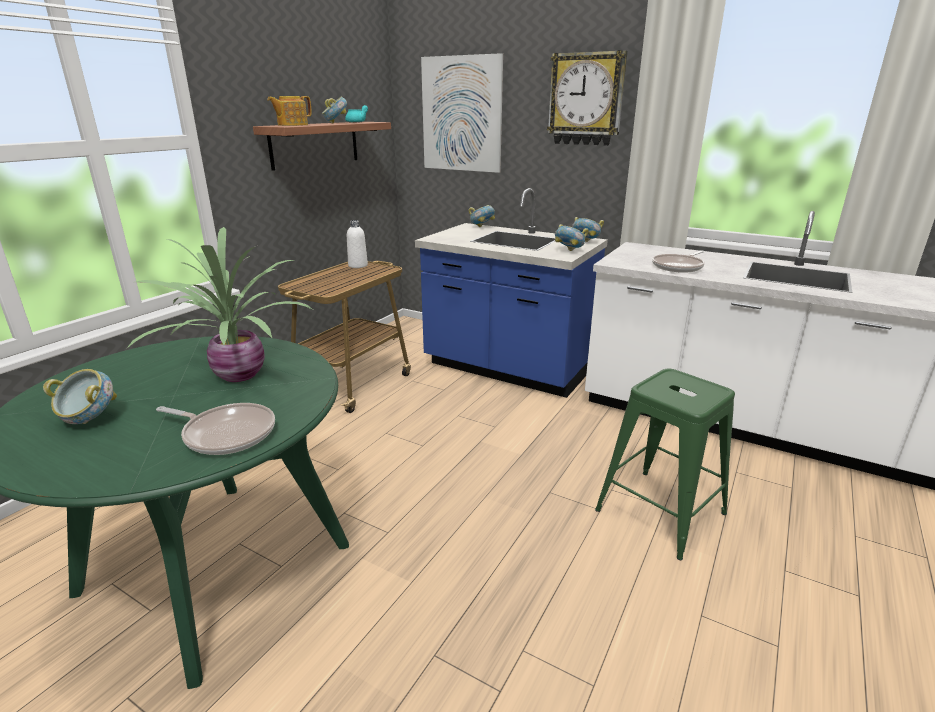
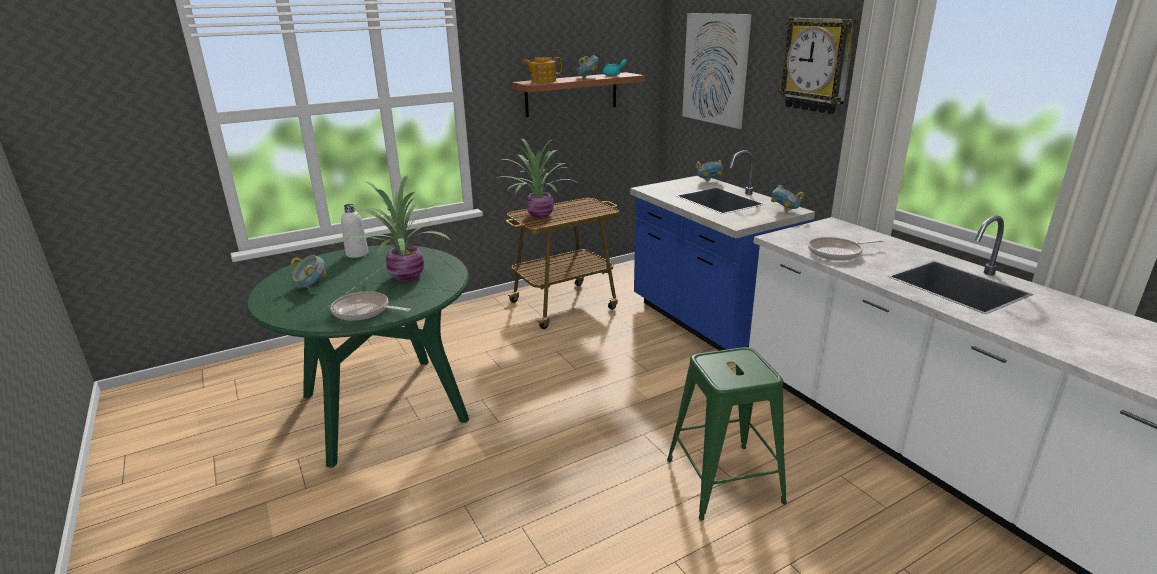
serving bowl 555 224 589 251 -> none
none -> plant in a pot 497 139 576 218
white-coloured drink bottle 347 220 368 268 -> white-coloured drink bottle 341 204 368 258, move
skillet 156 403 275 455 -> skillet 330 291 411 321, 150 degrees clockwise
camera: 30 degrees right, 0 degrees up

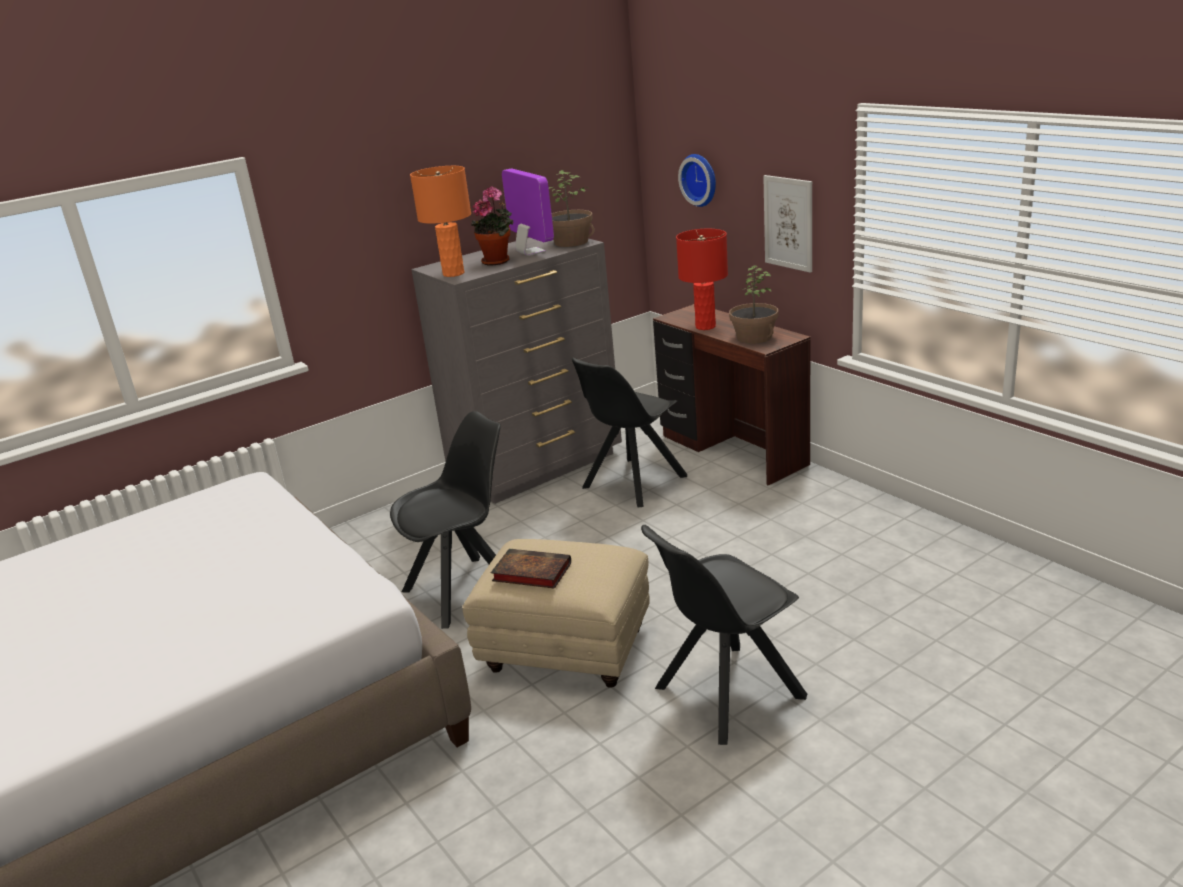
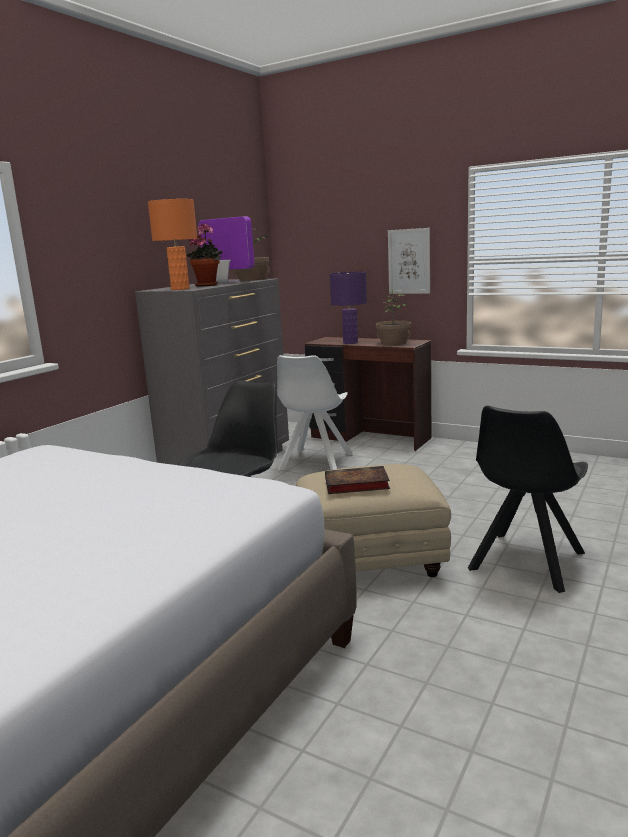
wall clock 678 154 716 207 -> none
blackish chair 572 358 687 508 -> white-coloured chair 277 355 353 471
reddish lamp for a table 676 229 728 330 -> purple lamp for a table 330 271 367 344
camera: 25 degrees left, 10 degrees down

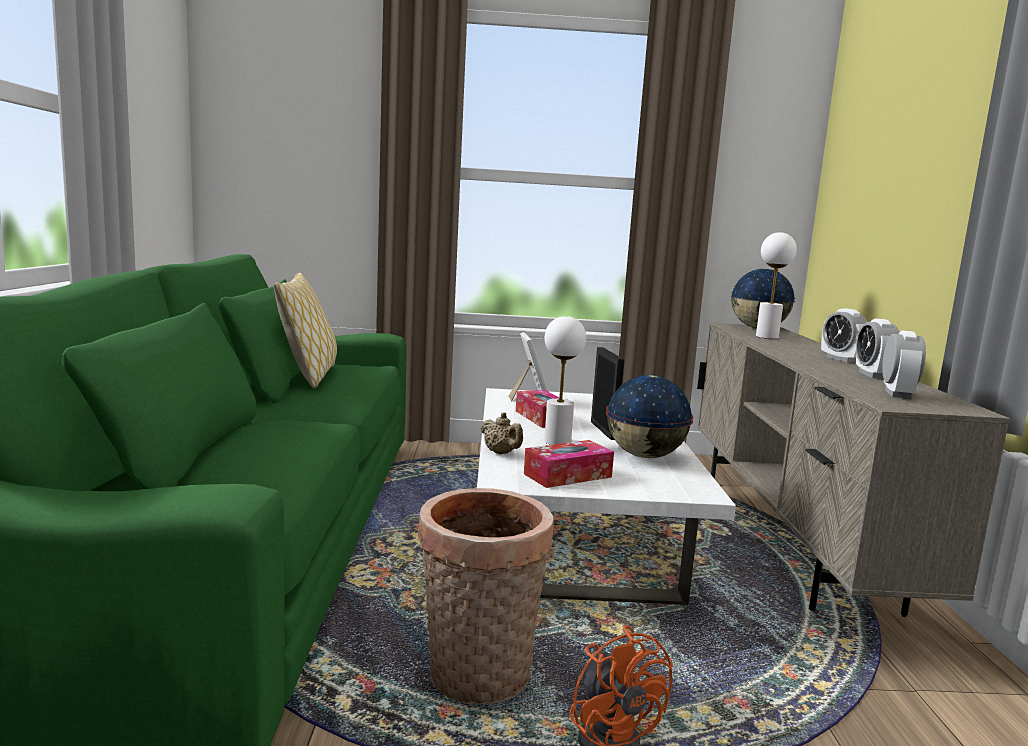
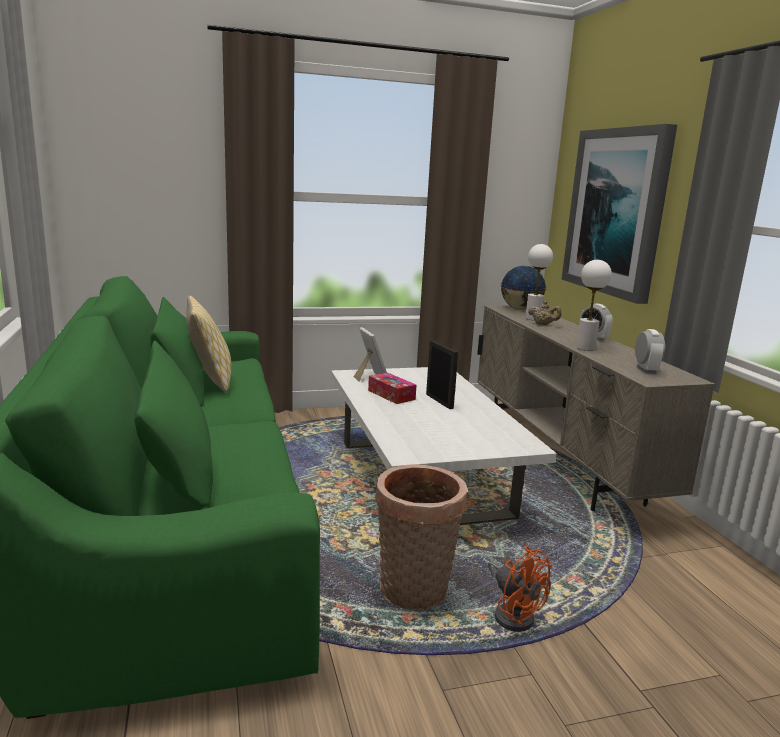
tissue box 524 440 614 488 -> none
world globe 606 375 693 458 -> none
bedside clock 856 319 900 379 -> none
none -> wall art 562 124 677 304
beige teapot 480 412 523 454 -> beige teapot 528 301 561 325, move
white-coloured lamp for a table 544 316 586 445 -> white-coloured lamp for a table 576 260 612 351, move
camera: 15 degrees left, 5 degrees up

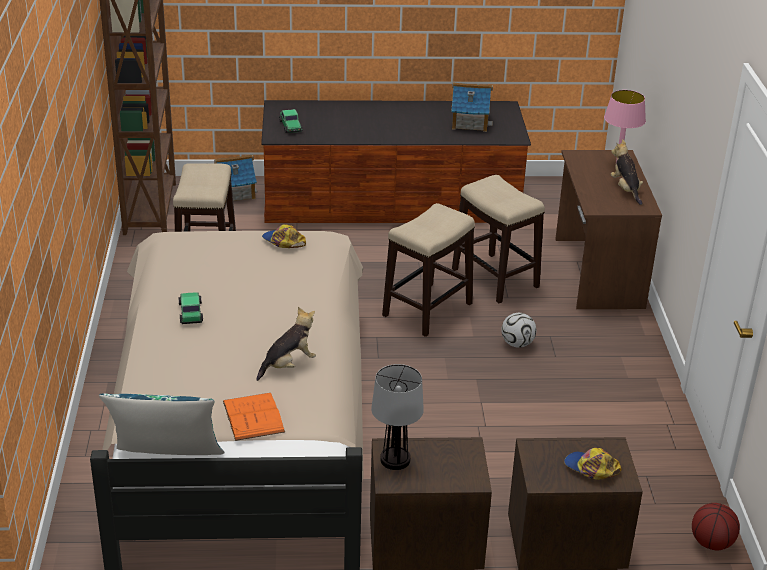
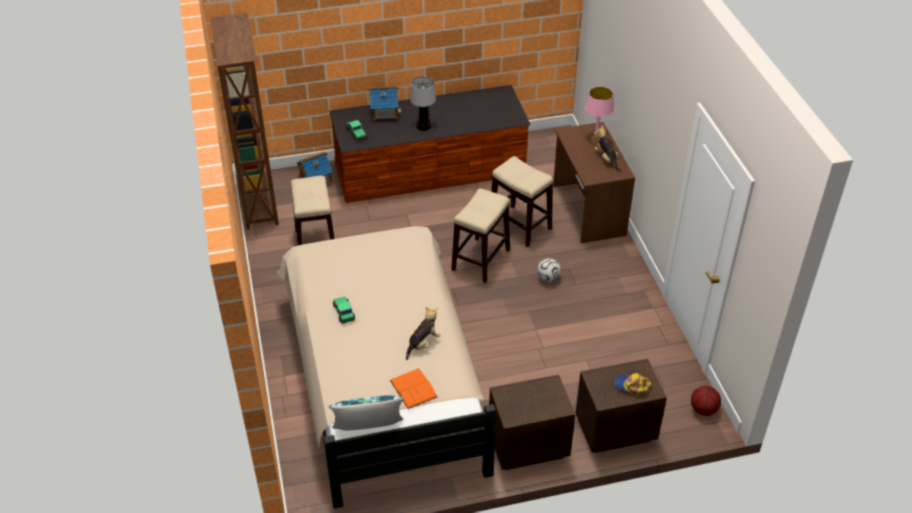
peaked cap 262 224 306 248 -> none
lamp for a table 371 364 424 470 -> lamp for a table 410 76 436 131, move
model house 451 82 493 132 -> model house 368 85 401 120, move
camera: 10 degrees left, 10 degrees up

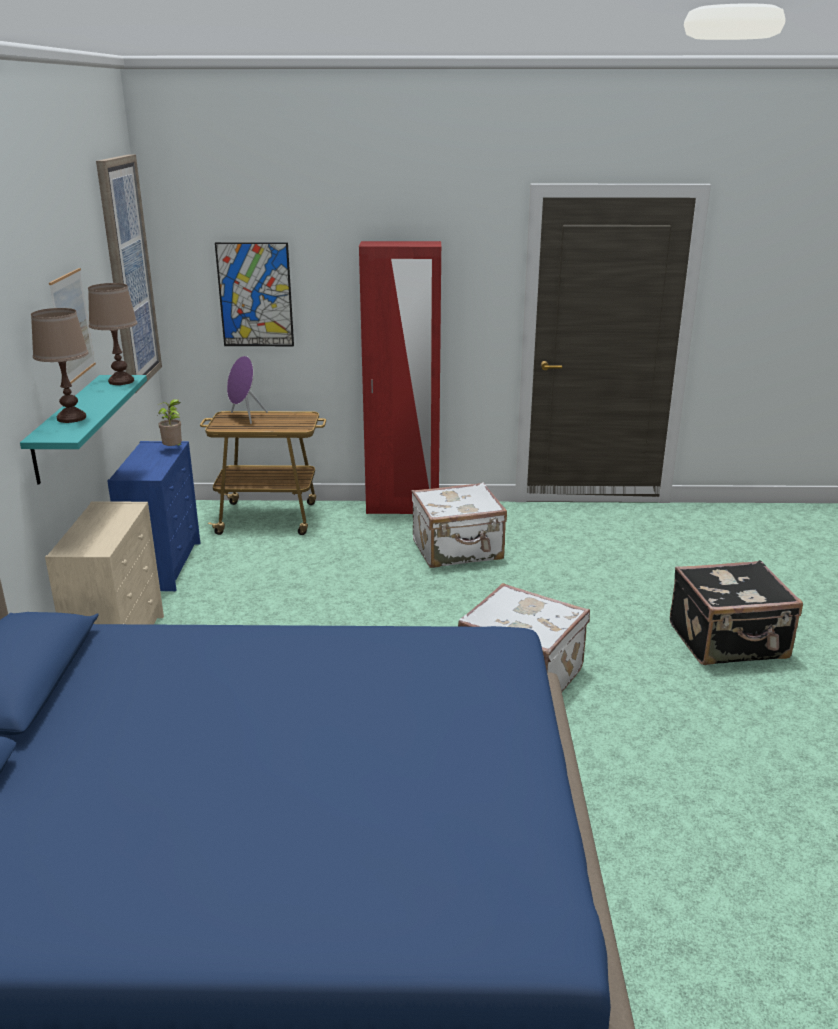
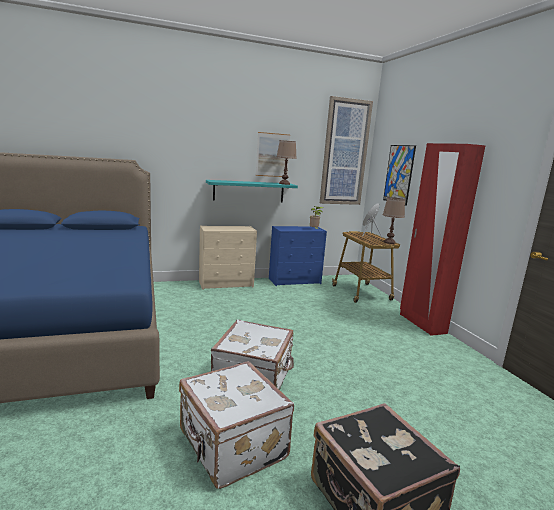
brown lamp for a table 31 308 89 423 -> brown lamp for a table 383 197 405 244, move
white-coloured suitcase 411 482 507 568 -> white-coloured suitcase 179 361 294 489, move
camera: 70 degrees right, 10 degrees down

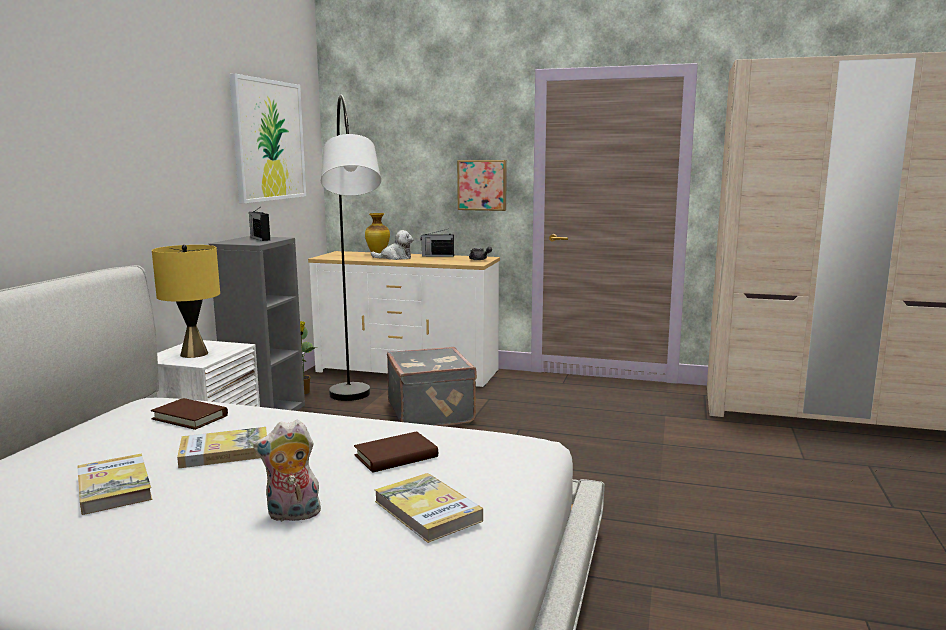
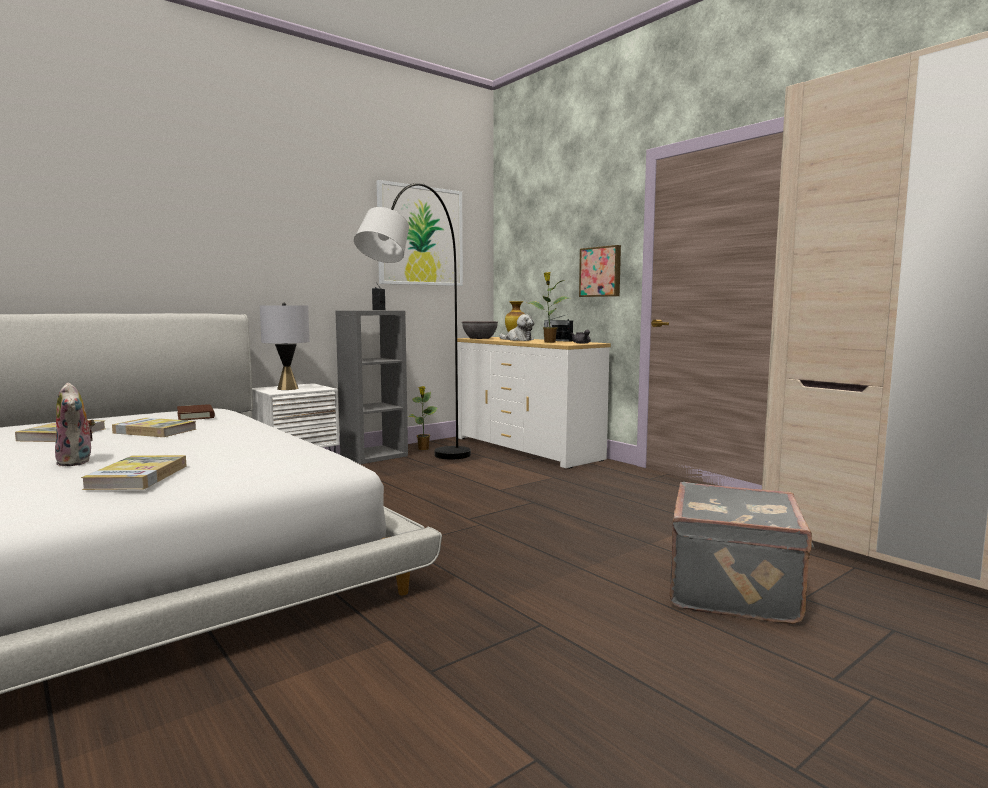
brown book 354 431 438 473 -> none
none -> grey serving bowl 462 321 498 339
none -> plant in a pot 529 272 568 343
grey suitcase 387 347 477 426 -> grey suitcase 670 482 814 624, move
yellowish lamp for a table 152 245 220 358 -> grey lamp for a table 260 303 310 390
cuddly toy 253 419 321 522 -> cuddly toy 55 382 95 466, 150 degrees counterclockwise
camera: 35 degrees right, 5 degrees down

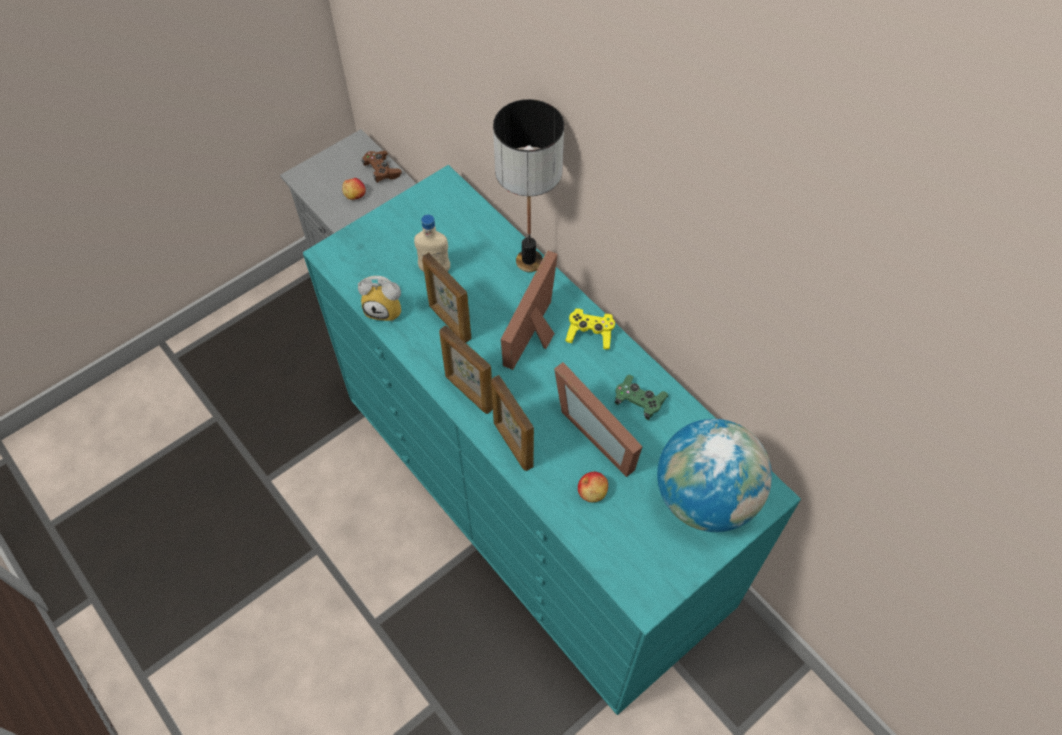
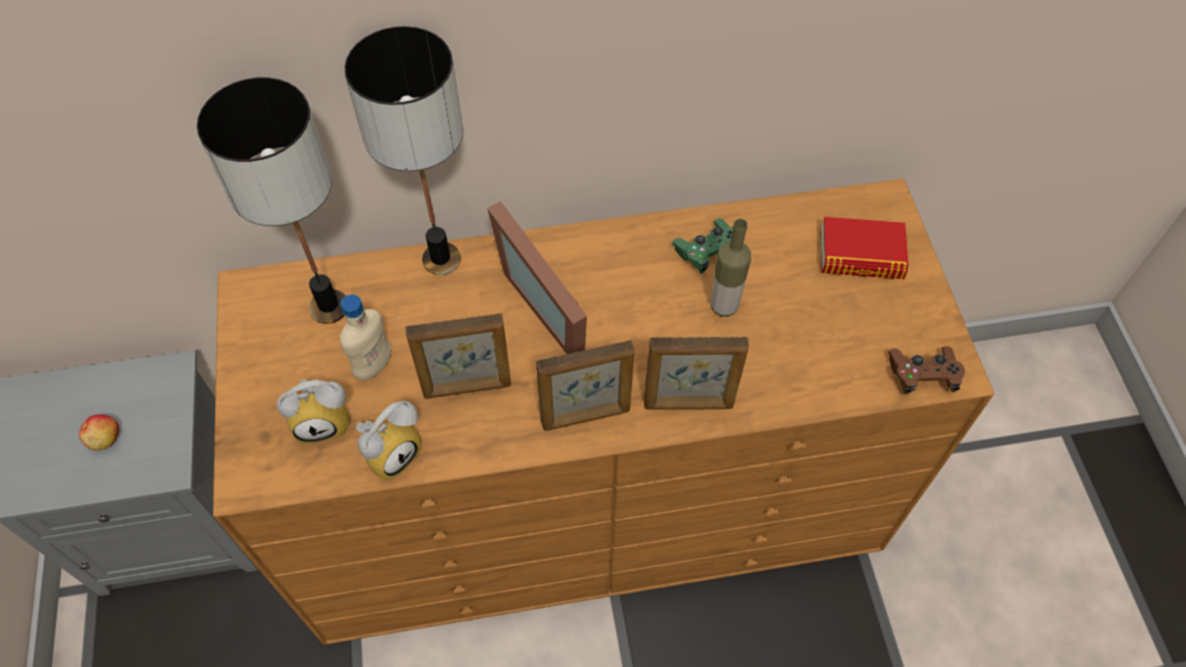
yellowish game controller 565 308 615 350 -> none
whole apple 578 472 608 502 -> none
none -> lamp for a table 197 77 345 324
none -> bedside clock 277 380 350 444
brown game controller 361 151 402 183 -> brown game controller 888 346 965 394, move
picture frame 554 362 643 477 -> drink bottle 711 219 751 317
world globe 657 419 772 532 -> book 820 217 909 279
blue-green chest of drawers 303 165 801 715 -> brown chest of drawers 213 179 994 645
camera: 60 degrees left, 0 degrees up

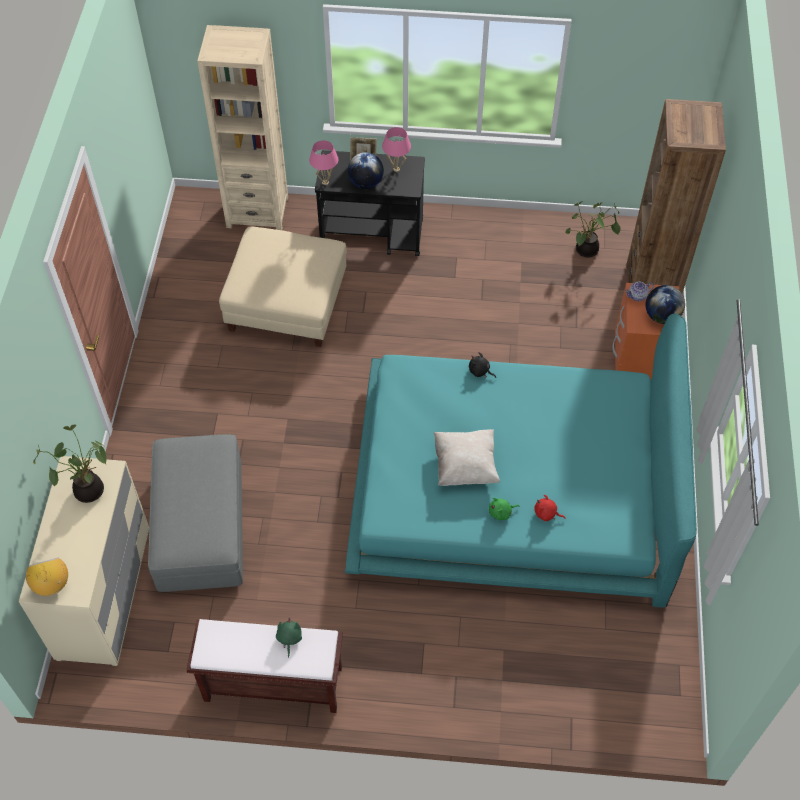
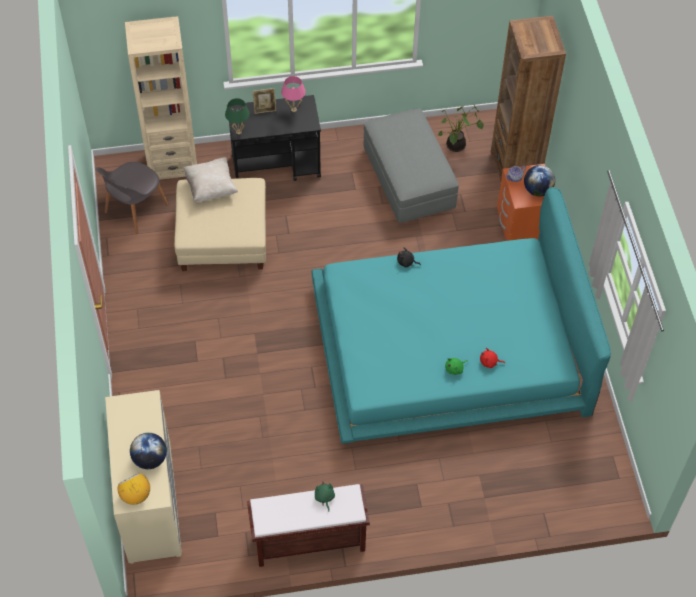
plant in a pot 33 424 107 503 -> none
none -> grey chair 95 162 168 234
grey footrest 148 434 243 592 -> grey footrest 364 108 459 223, move
world globe 348 152 384 189 -> world globe 130 433 167 469, move
beige throw pillow 434 429 500 486 -> beige throw pillow 183 157 238 202, move
pinkish lamp for a table 309 140 338 185 -> greenish lamp for a table 225 98 250 134
camera: 15 degrees left, 0 degrees up

